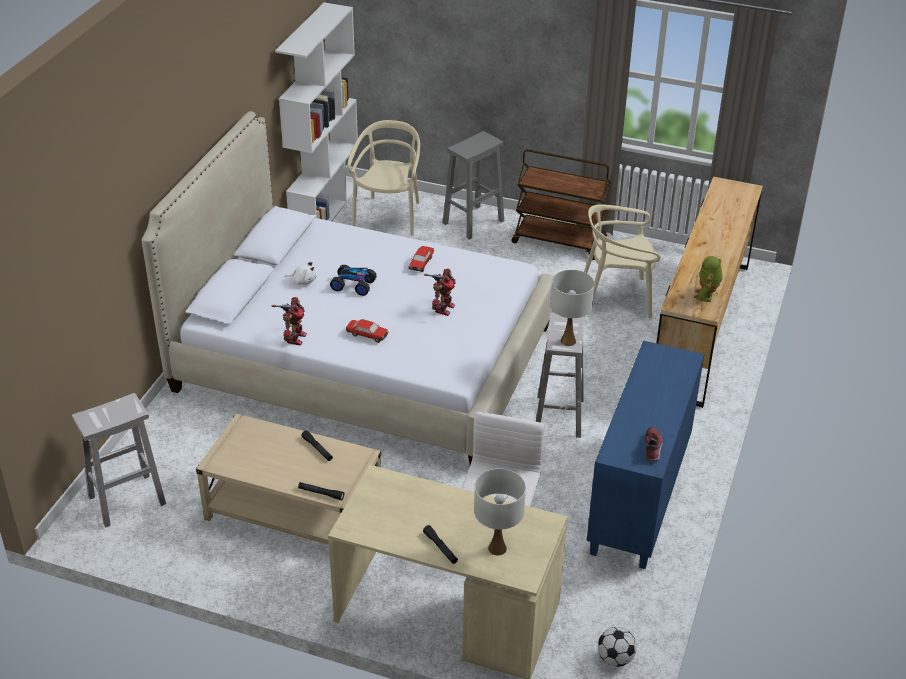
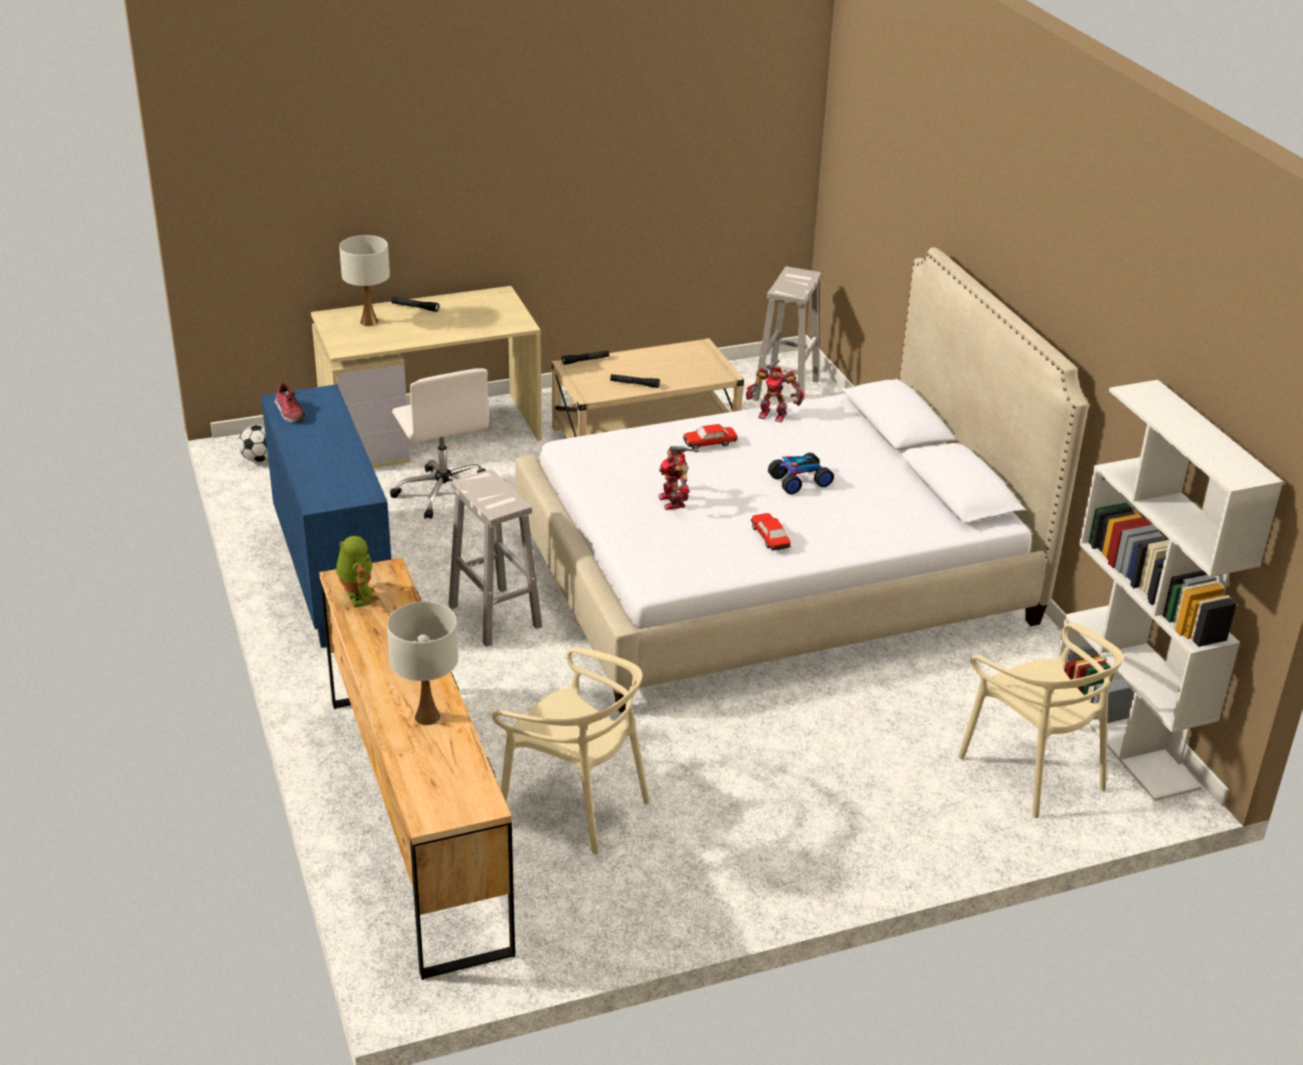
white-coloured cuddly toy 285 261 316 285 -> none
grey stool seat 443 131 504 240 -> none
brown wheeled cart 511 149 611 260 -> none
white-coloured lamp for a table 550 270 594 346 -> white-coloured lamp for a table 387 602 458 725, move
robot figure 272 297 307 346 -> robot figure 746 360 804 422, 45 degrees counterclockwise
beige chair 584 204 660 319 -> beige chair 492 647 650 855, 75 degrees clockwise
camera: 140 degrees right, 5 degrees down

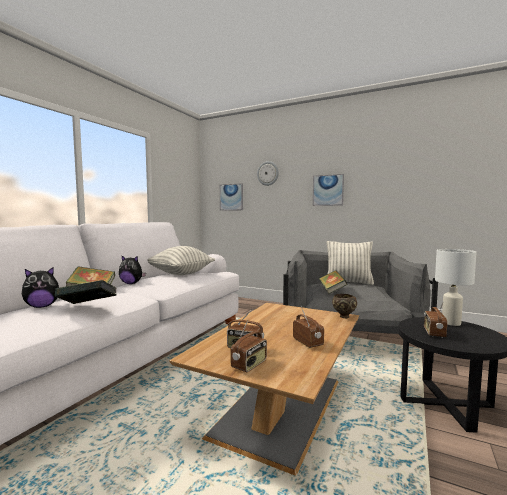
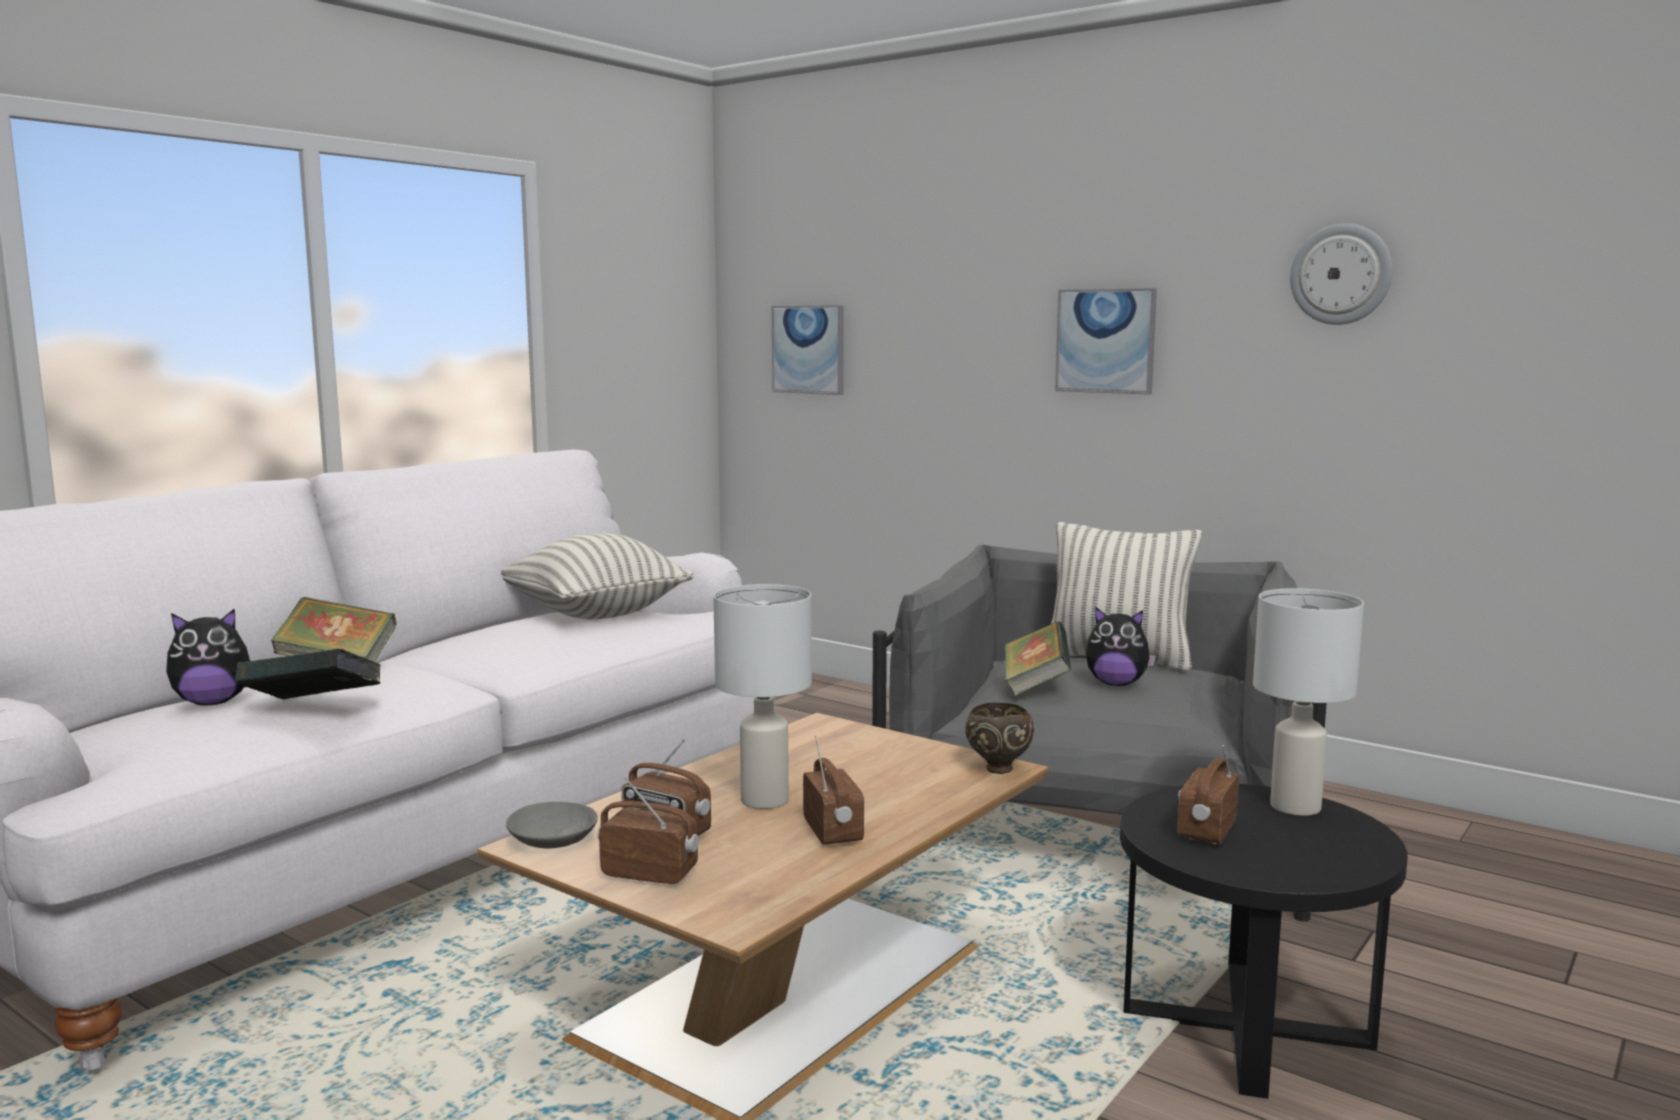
none -> grey serving bowl 506 802 598 849
none -> white-coloured lamp for a table 713 584 812 809
cuddly toy 119 255 146 284 -> cuddly toy 1086 607 1156 686, move
wall clock 257 161 279 186 -> wall clock 1290 223 1393 325, move
radio receiver 231 319 267 372 -> radio receiver 598 777 699 885, 120 degrees counterclockwise
camera: 10 degrees right, 5 degrees up

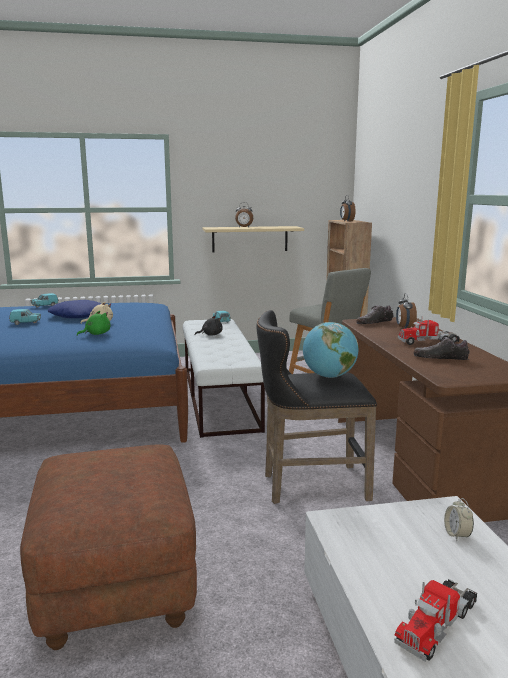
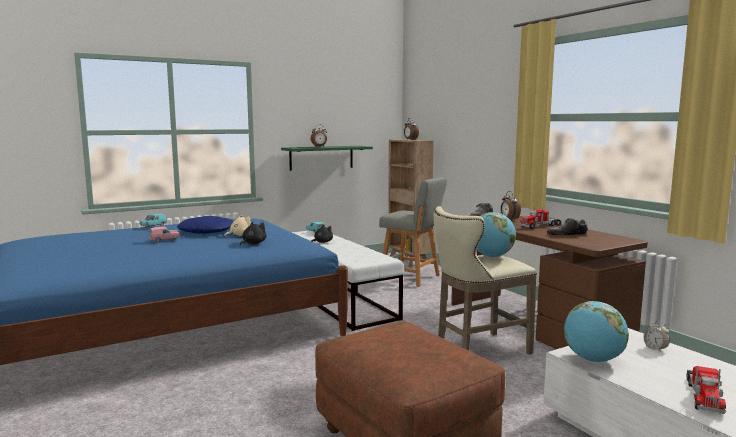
none -> world globe 564 301 629 362
blue-green model car 9 309 41 325 -> pinkish model car 149 227 180 243
greenish cuddly toy 77 311 111 336 -> blackish cuddly toy 240 222 266 246
beige wall shelf 203 226 304 253 -> greenish wall shelf 281 146 373 171
blackish stool seat 256 310 377 504 -> beige stool seat 433 206 537 355
camera: 20 degrees left, 5 degrees down

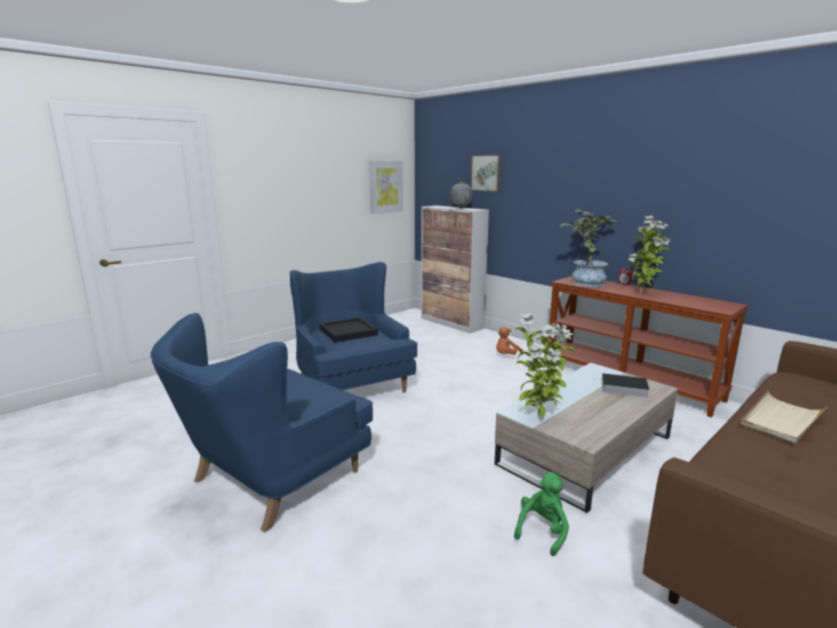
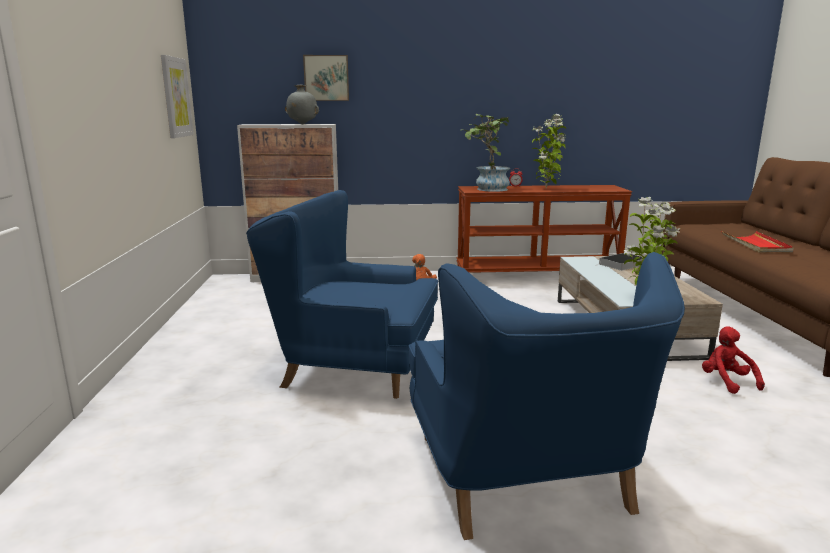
blackish carrying tray 319 317 378 342 -> none
greenish cuddly toy 514 472 569 556 -> reddish cuddly toy 702 326 765 394
beige carrying tray 741 390 827 444 -> reddish carrying tray 721 231 794 253
camera: 50 degrees left, 0 degrees up

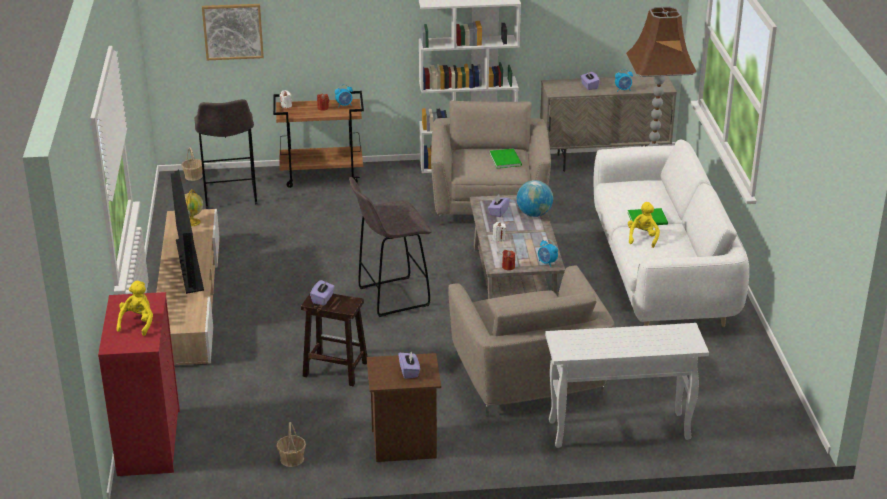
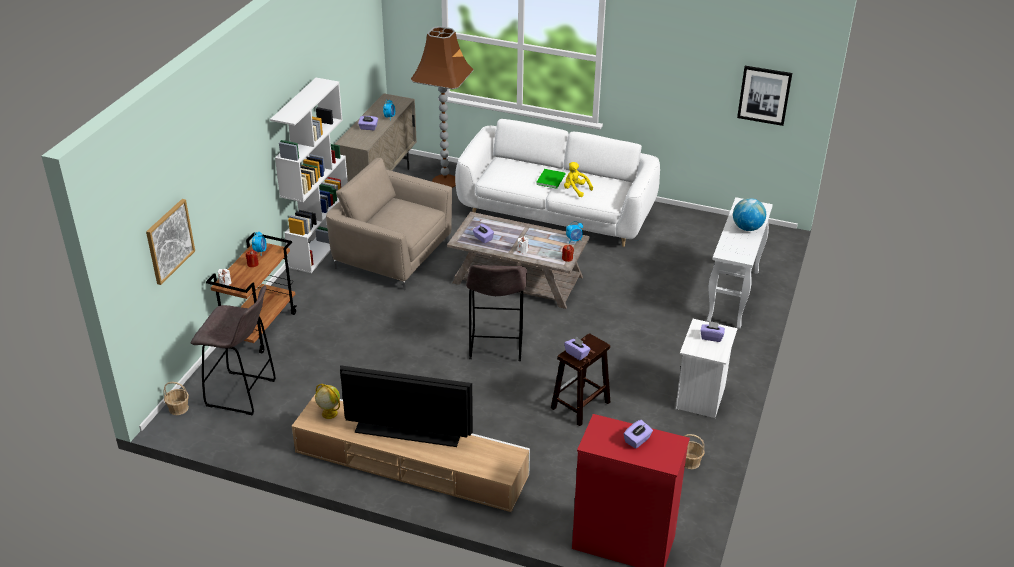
beige easy chair 448 266 614 417 -> none
greenish book 489 148 522 168 -> none
none -> wall art 737 66 792 126
world globe 517 180 553 217 -> world globe 733 198 766 231, move
yellowish cuddly toy 116 281 153 336 -> purple tissue box 624 420 653 449
brown night table 367 353 441 462 -> white-coloured night table 676 319 738 418
camera: 65 degrees left, 5 degrees up

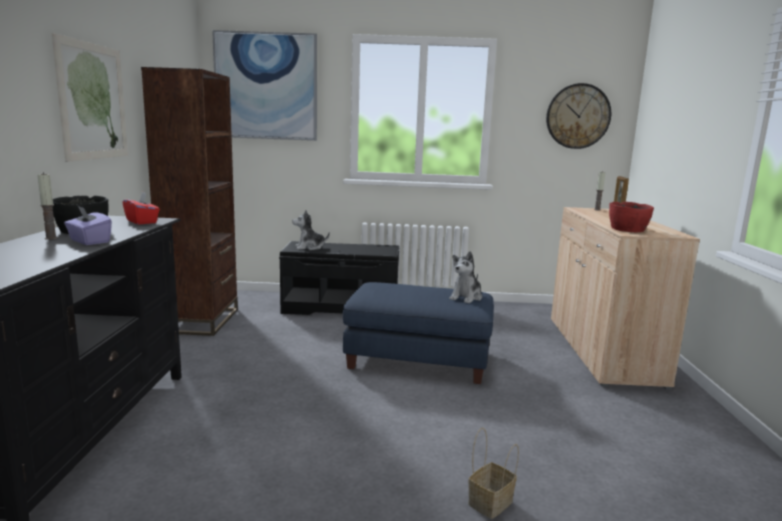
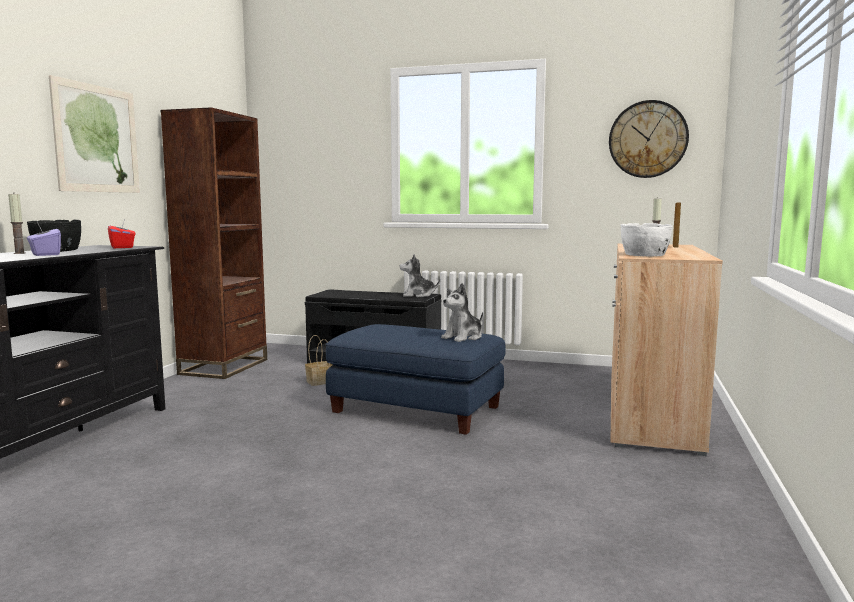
wall art 212 30 317 141 -> none
cuddly toy 292 210 330 250 -> cuddly toy 400 254 440 298, move
basket 468 428 519 519 -> basket 305 335 332 386, move
reddish serving bowl 609 202 654 232 -> white-coloured serving bowl 621 223 673 257
camera: 15 degrees right, 5 degrees down

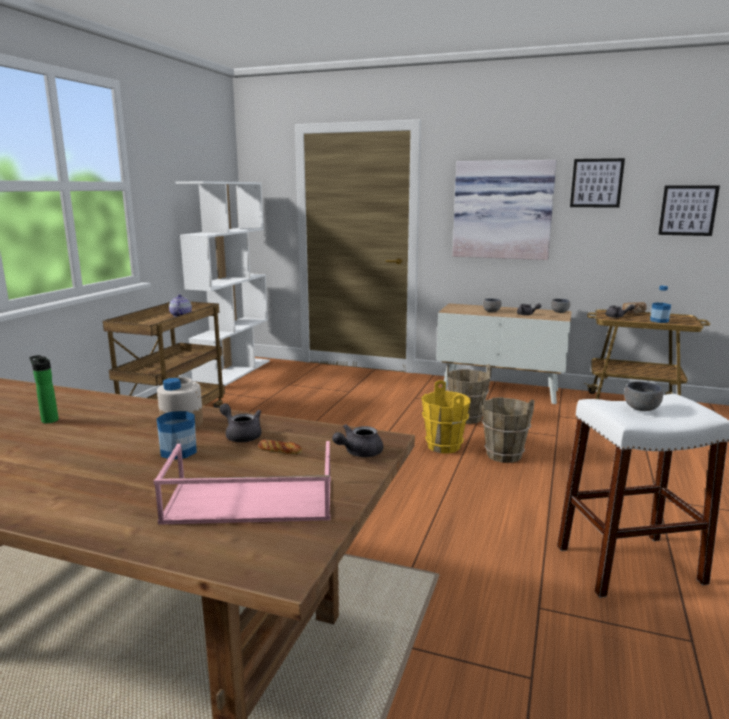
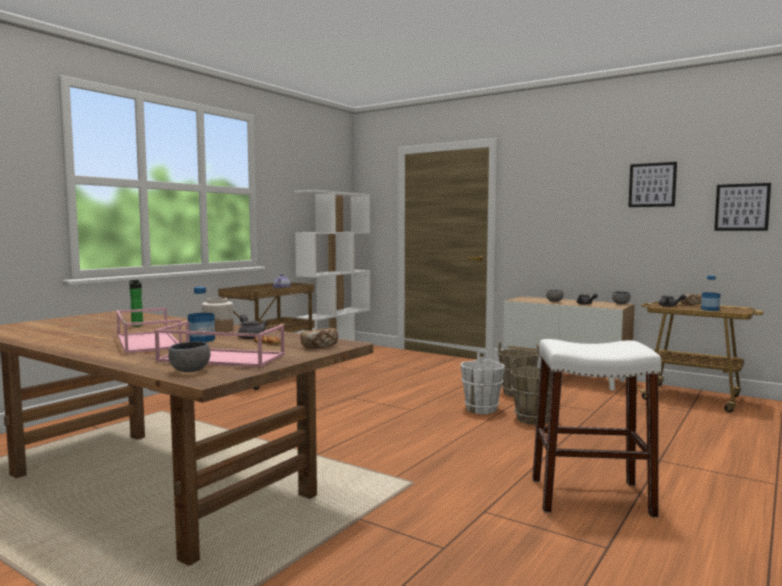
wall art 453 160 557 260 -> none
none -> pinkish carrying tray 116 308 182 353
grey serving bowl 624 381 663 411 -> grey serving bowl 168 341 211 372, move
grey teapot 332 424 383 457 -> bread 300 328 338 349
yellowish bucket 421 380 471 454 -> white-coloured bucket 460 350 505 414
camera: 15 degrees right, 10 degrees down

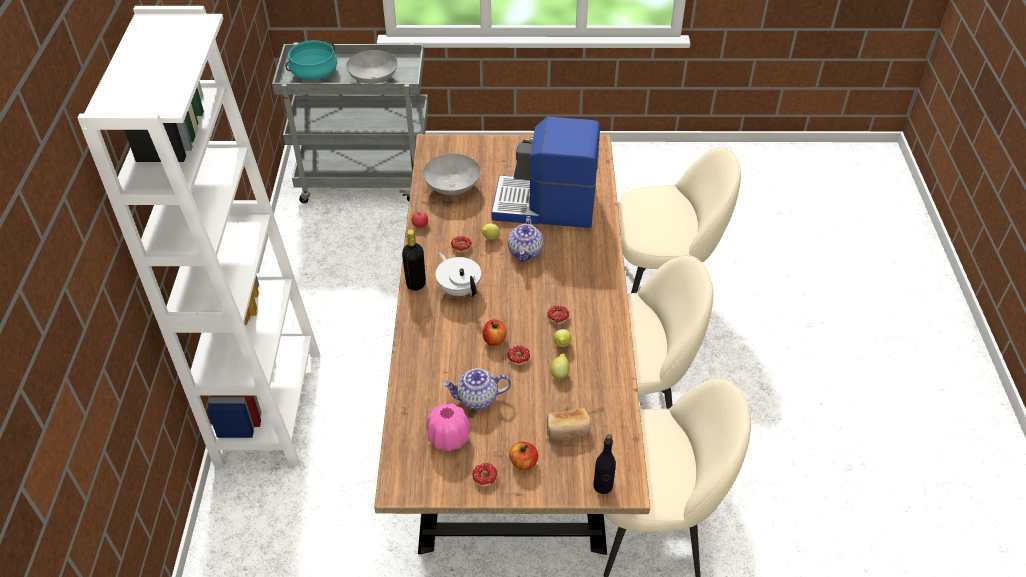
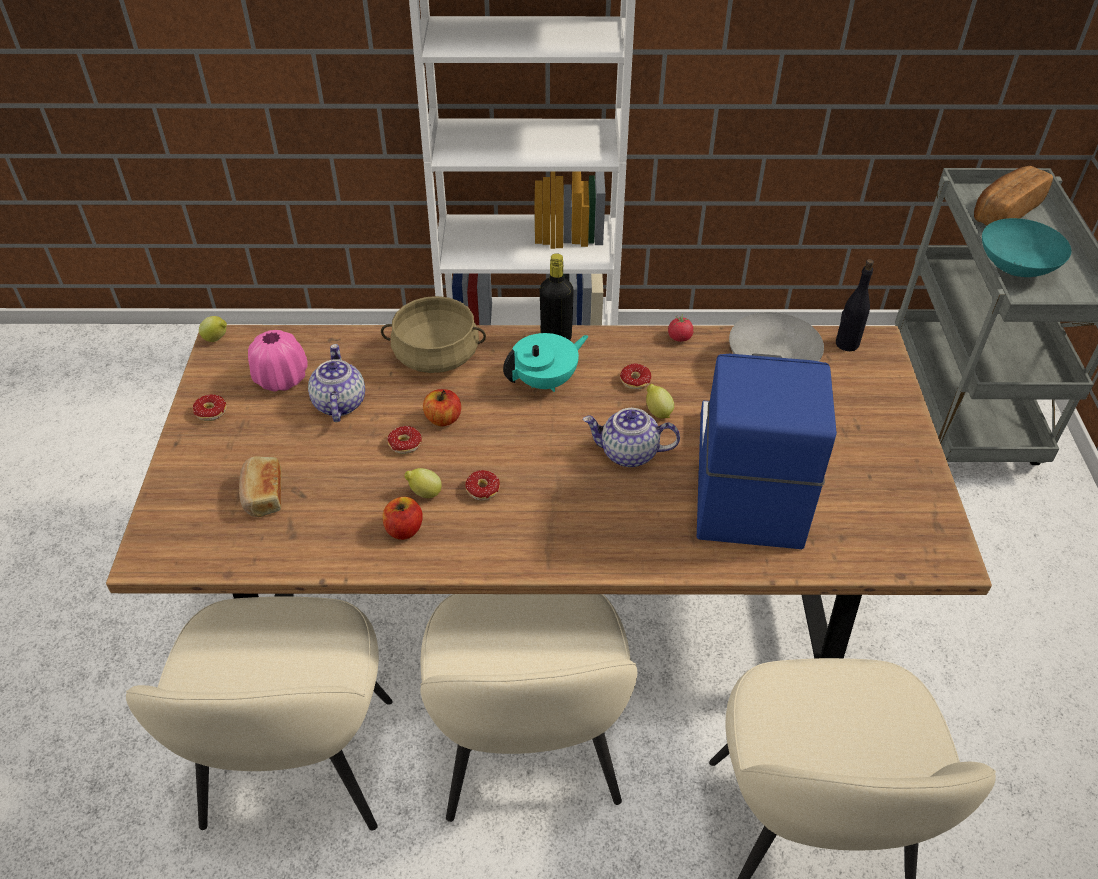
none -> beige saucepot 381 296 486 373
whole apple 509 442 538 470 -> whole apple 383 497 423 540, move
lemon 551 354 569 381 -> lemon 199 316 227 342, move
blackish drink bottle 593 434 616 494 -> blackish drink bottle 836 259 874 351, move
blue-green saucepot 286 40 337 80 -> bread 974 166 1053 225
grey serving bowl 346 50 398 84 -> blue-green serving bowl 982 218 1071 277
white-coloured teapot 435 252 481 297 -> blue-green teapot 503 333 588 392
camera: 90 degrees right, 0 degrees up

